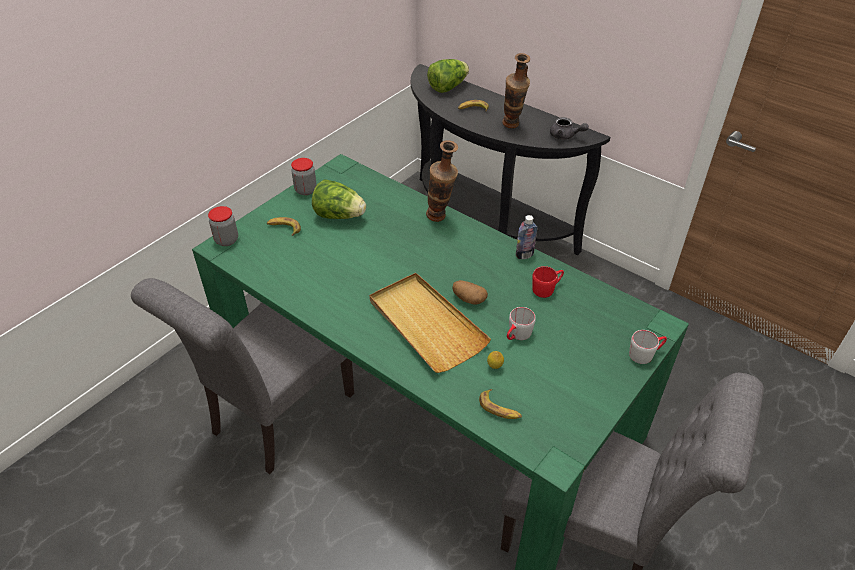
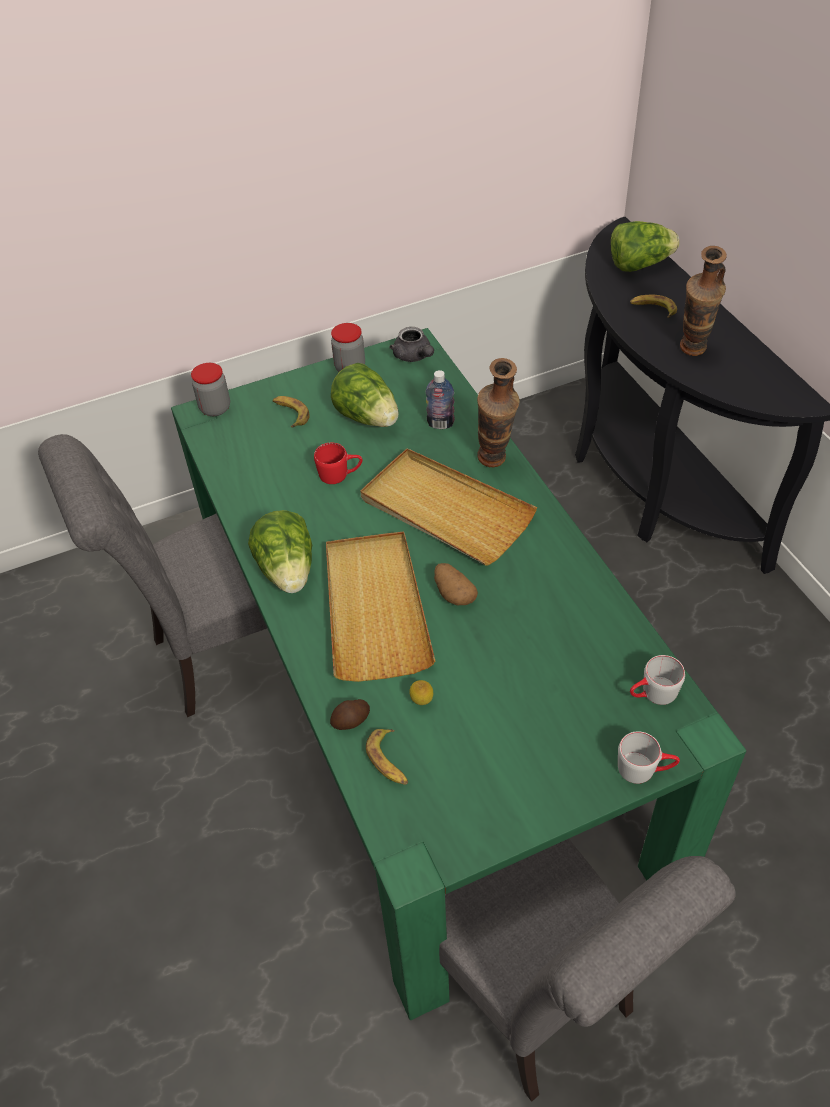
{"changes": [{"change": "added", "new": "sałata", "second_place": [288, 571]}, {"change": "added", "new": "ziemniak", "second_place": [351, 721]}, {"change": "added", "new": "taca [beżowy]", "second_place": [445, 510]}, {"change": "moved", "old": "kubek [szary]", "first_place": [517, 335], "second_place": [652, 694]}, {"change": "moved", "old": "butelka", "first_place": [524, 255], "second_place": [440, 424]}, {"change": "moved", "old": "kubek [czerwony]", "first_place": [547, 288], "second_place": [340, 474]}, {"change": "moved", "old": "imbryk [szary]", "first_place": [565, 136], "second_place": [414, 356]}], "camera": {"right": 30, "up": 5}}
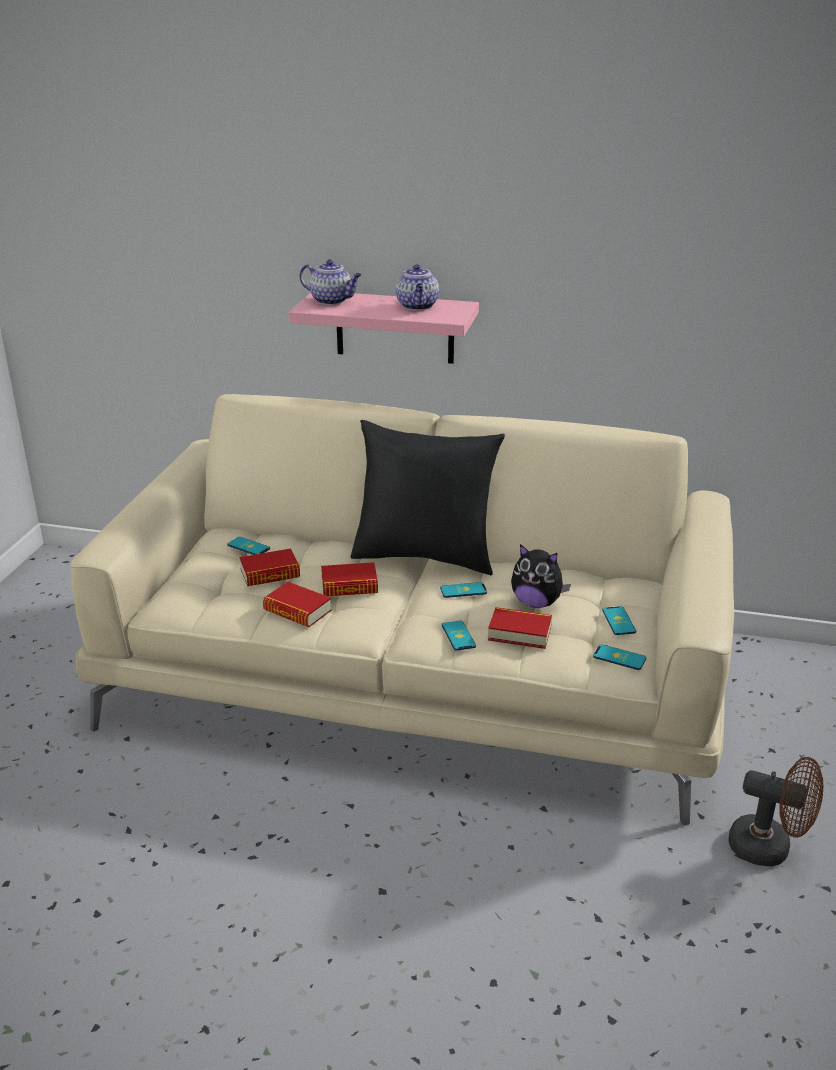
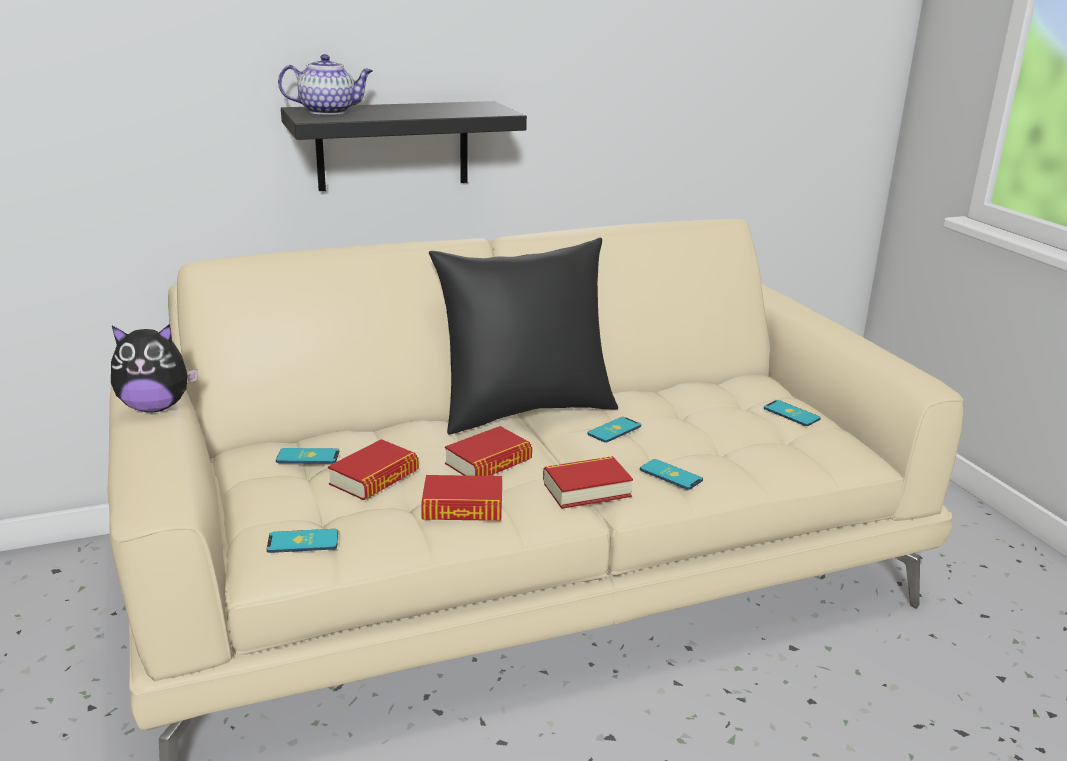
{"changes": [{"change": "removed", "old": "imbryk", "first_place": [418, 306]}, {"change": "removed", "old": "wentylator [brązowy]", "first_place": [769, 848]}, {"change": "moved", "old": "książka", "first_place": [519, 633], "second_place": [586, 489]}, {"change": "moved", "old": "pluszak", "first_place": [536, 603], "second_place": [155, 407]}, {"change": "moved", "old": "telefon", "first_place": [619, 658], "second_place": [303, 542]}, {"change": "recoloured", "old": "półka [różowy]", "new": "półka [czarny]", "first_place": [395, 327], "second_place": [393, 145]}], "camera": {"right": -35, "up": -5}}
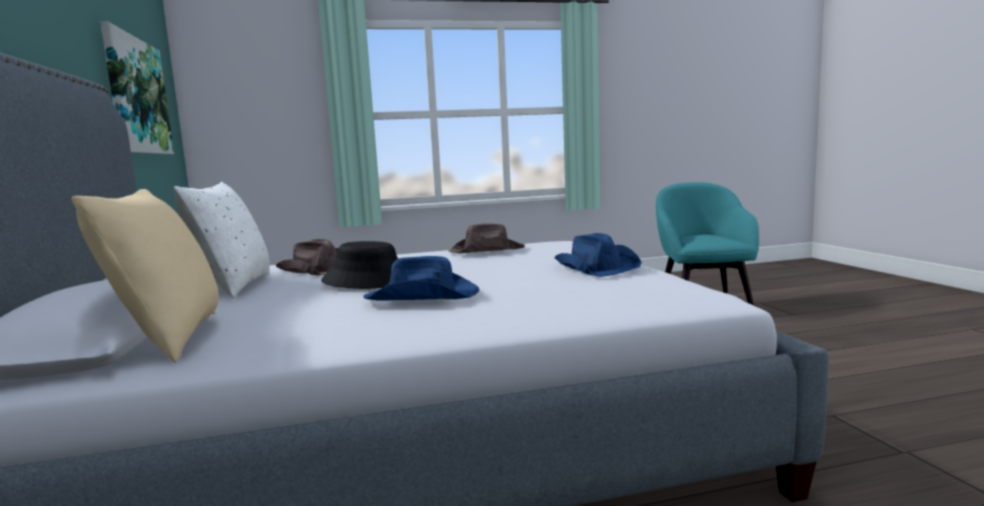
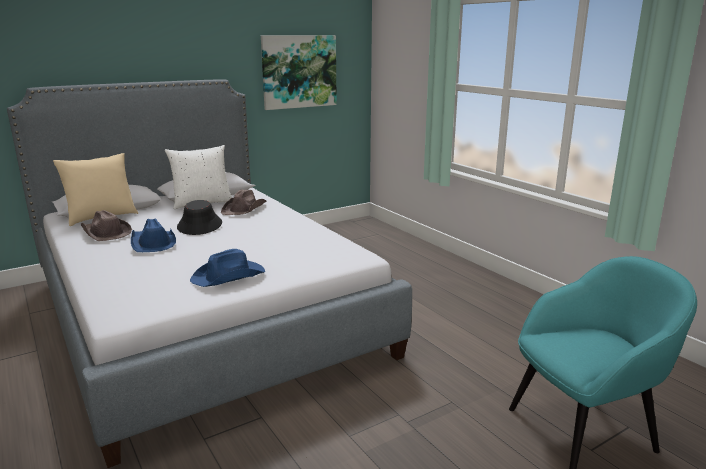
{"changes": [{"change": "moved", "old": "kapelusz [brązowy]", "first_place": [487, 250], "second_place": [106, 233]}], "camera": {"right": 70, "up": 10}}
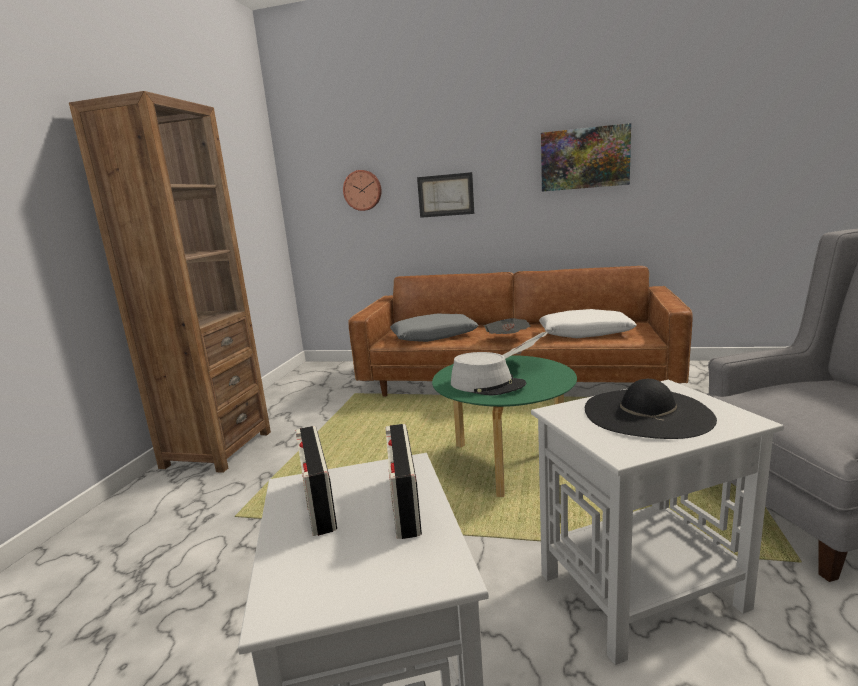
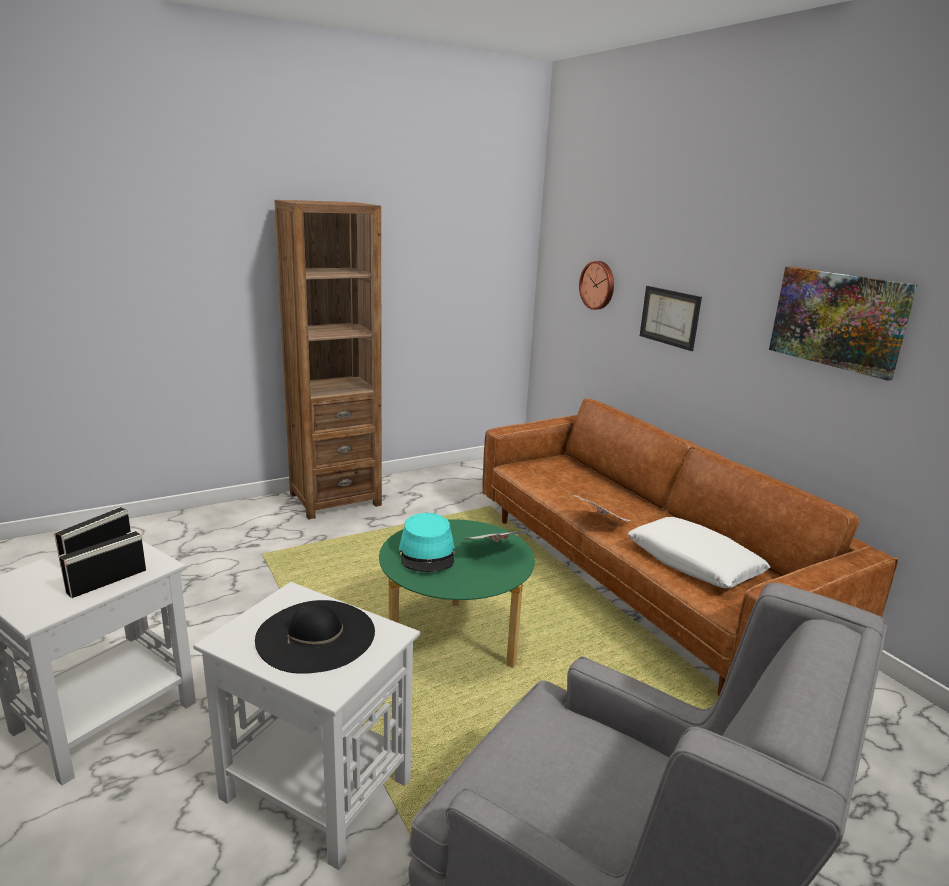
{"changes": [{"change": "removed", "old": "poduszka [szary]", "first_place": [433, 336]}, {"change": "recoloured", "old": "kapelusz [szary]", "new": "kapelusz [turkusowy]", "first_place": [487, 384], "second_place": [427, 553]}], "camera": {"right": 45, "up": 5}}
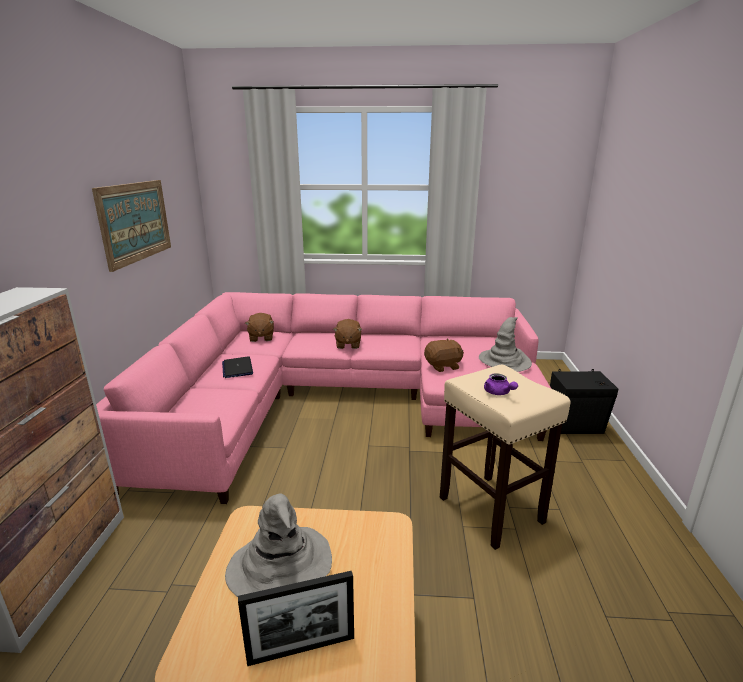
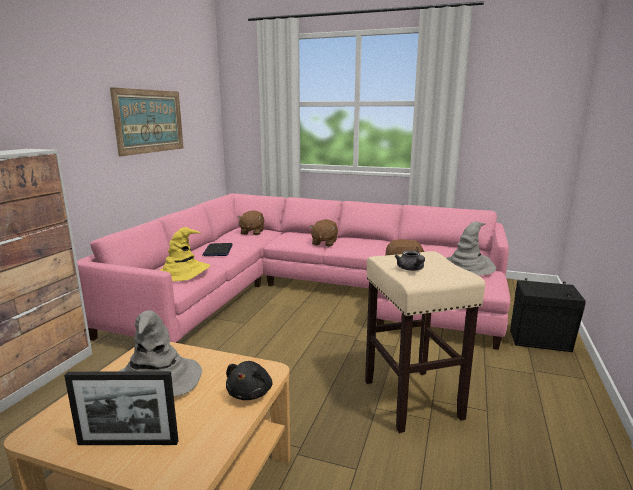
{"changes": [{"change": "added", "new": "kapelusz [żółty]", "second_place": [183, 272]}, {"change": "added", "new": "pluszak [czarny]", "second_place": [250, 393]}, {"change": "recoloured", "old": "imbryk [fioletowy]", "new": "imbryk [szary]", "first_place": [498, 393], "second_place": [411, 269]}], "camera": {"right": 15, "up": -5}}
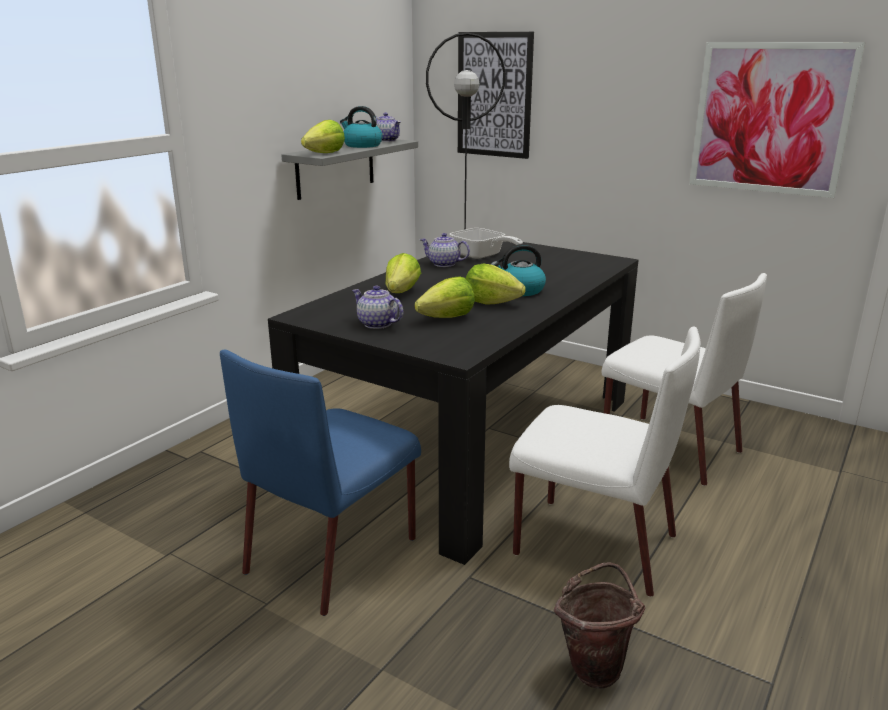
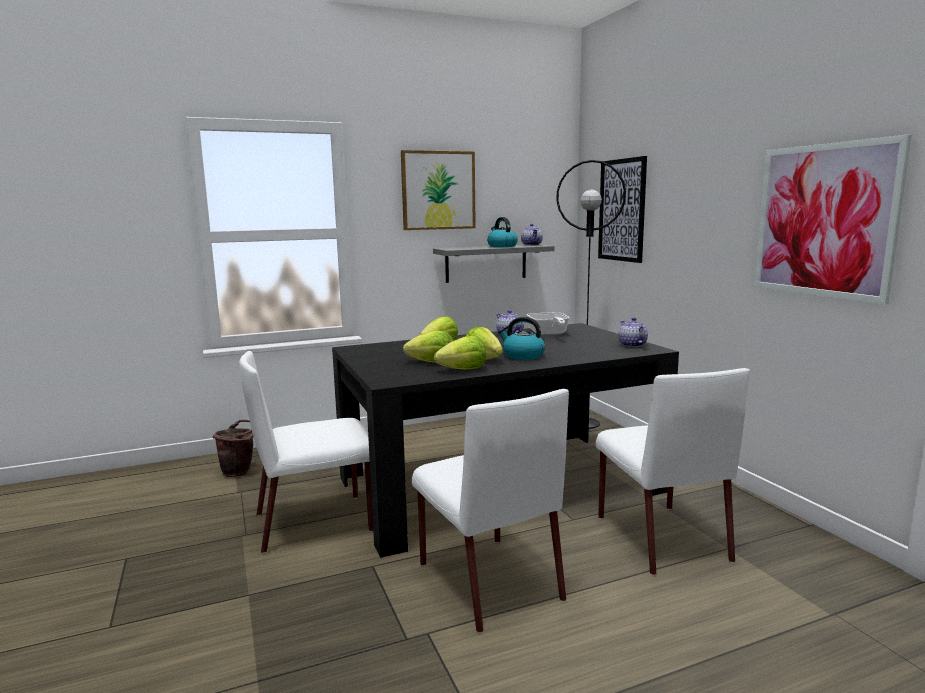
{"changes": [{"change": "added", "new": "obraz", "second_place": [438, 190]}, {"change": "moved", "old": "sałata", "first_place": [325, 153], "second_place": [463, 370]}, {"change": "moved", "old": "imbryk", "first_place": [376, 324], "second_place": [631, 345]}, {"change": "moved", "old": "wiadro [brązowy]", "first_place": [595, 665], "second_place": [240, 472]}, {"change": "recoloured", "old": "krzesło [niebieski]", "new": "krzesło [biały]", "first_place": [334, 553], "second_place": [316, 522]}], "camera": {"right": 35, "up": -10}}
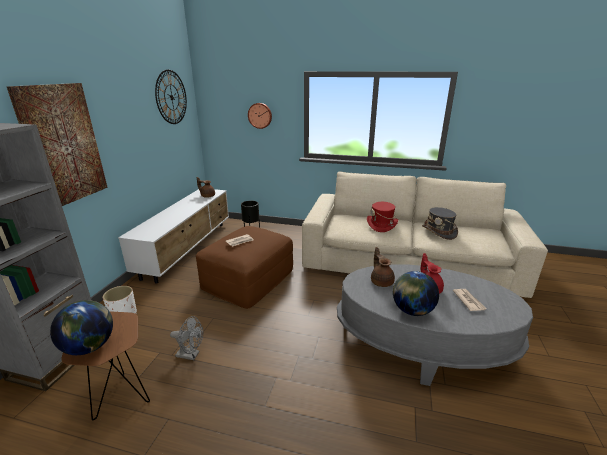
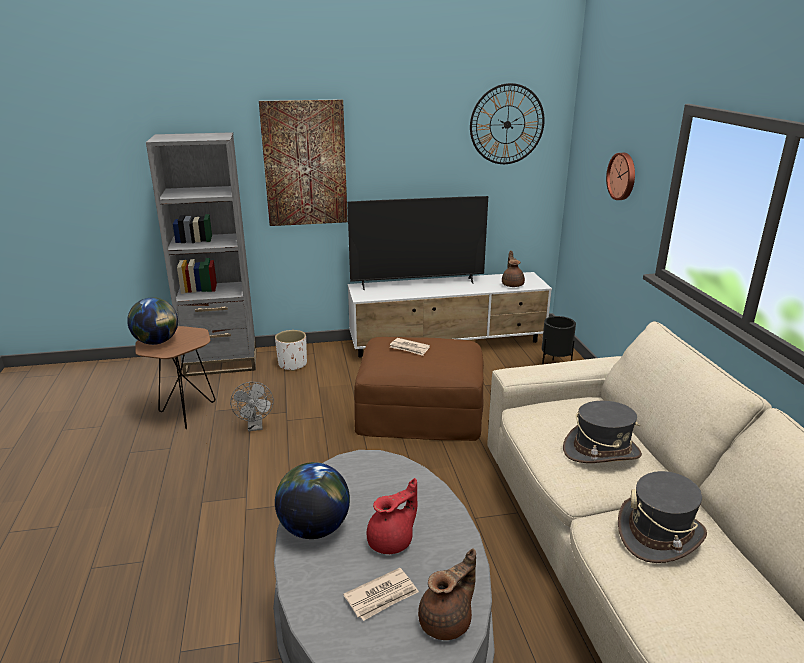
{"changes": [{"change": "added", "new": "telewizor", "second_place": [417, 284]}, {"change": "moved", "old": "imbryk [brązowy]", "first_place": [381, 281], "second_place": [447, 621]}, {"change": "recoloured", "old": "kapelusz [czerwony]", "new": "kapelusz [szary]", "first_place": [381, 225], "second_place": [601, 451]}], "camera": {"right": 65, "up": 0}}
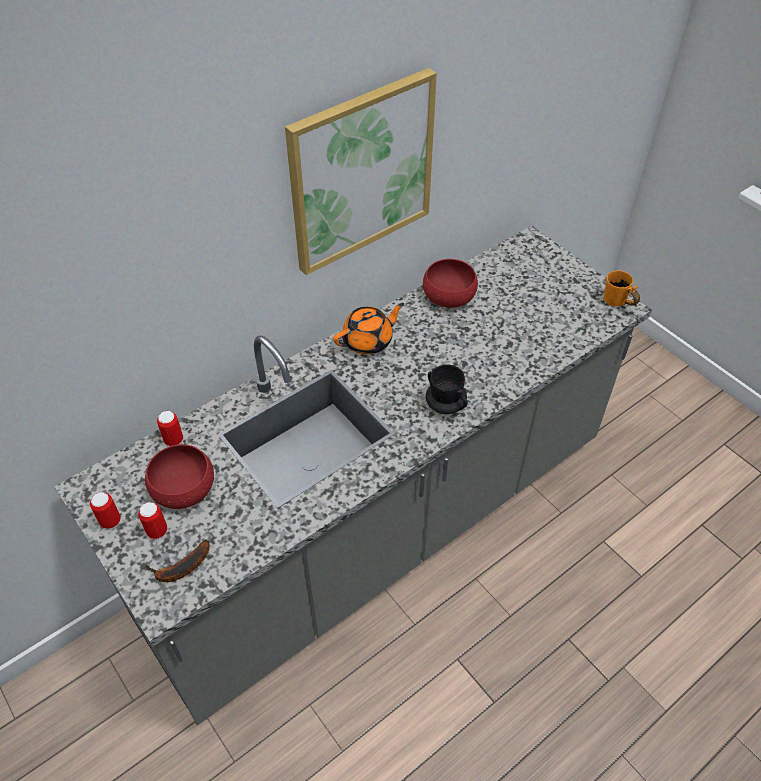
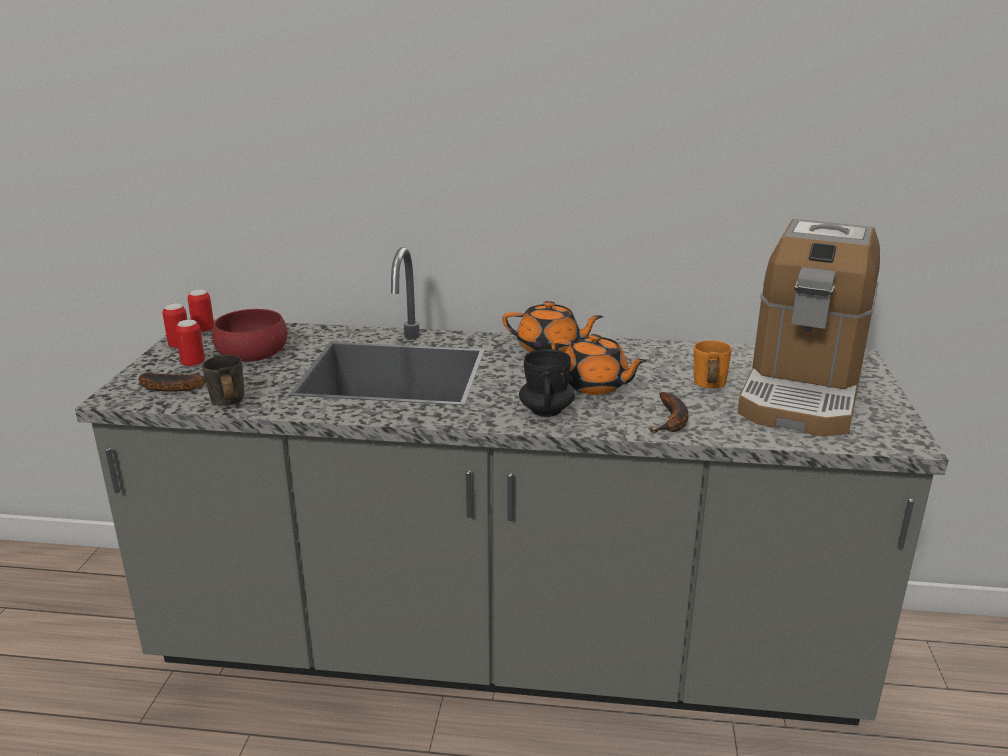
{"changes": [{"change": "removed", "old": "obraz", "first_place": [361, 172]}, {"change": "removed", "old": "miska [czerwony]", "first_place": [449, 295]}, {"change": "added", "new": "kubek [szary]", "second_place": [224, 405]}, {"change": "added", "new": "imbryk [pomarańczowy]", "second_place": [594, 385]}, {"change": "added", "new": "banan", "second_place": [672, 421]}, {"change": "added", "new": "ekspres do kawy", "second_place": [802, 390]}, {"change": "moved", "old": "puszka", "first_place": [173, 440], "second_place": [203, 330]}, {"change": "moved", "old": "kubek [pomarańczowy]", "first_place": [616, 304], "second_place": [705, 387]}], "camera": {"right": 45, "up": -25}}
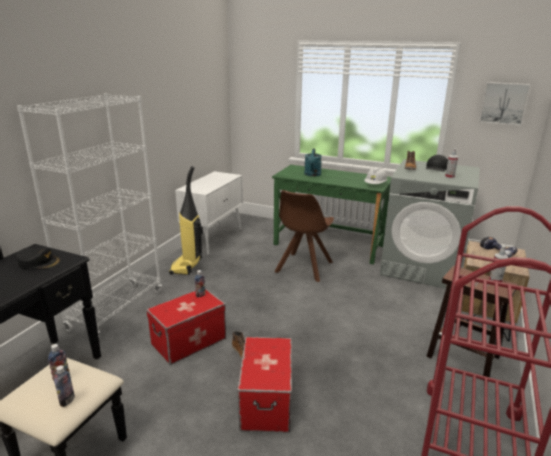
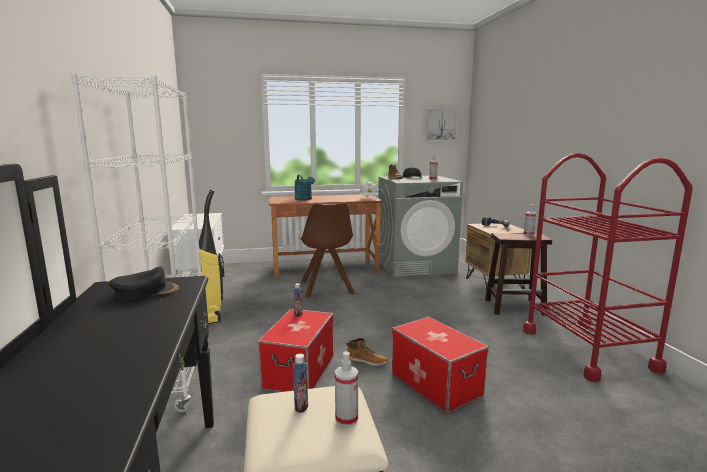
{"changes": [{"change": "replaced", "old": "butelka", "new": "spryskiwacz", "first_place": [67, 401], "second_place": [346, 419]}, {"change": "recoloured", "old": "biurko [zielony]", "new": "biurko [brązowy]", "first_place": [328, 245], "second_place": [325, 269]}], "camera": {"right": -35, "up": -10}}
